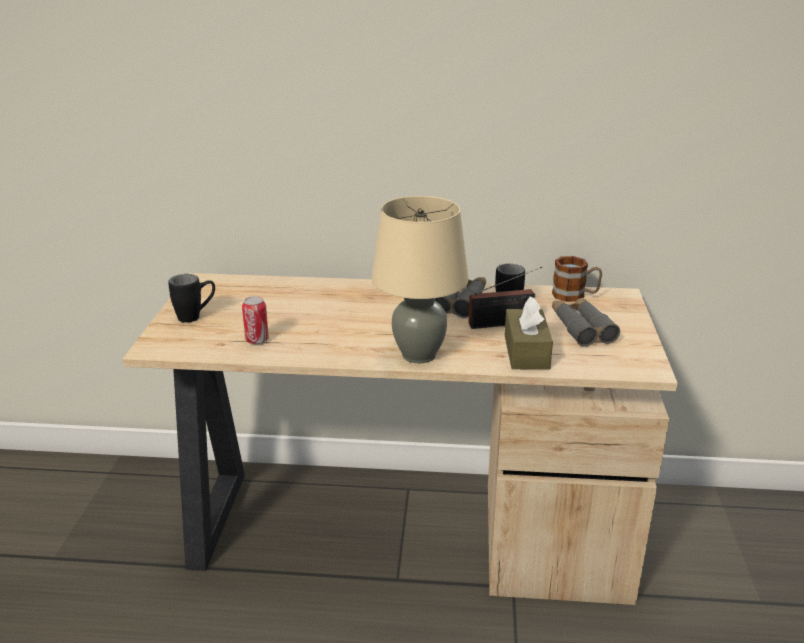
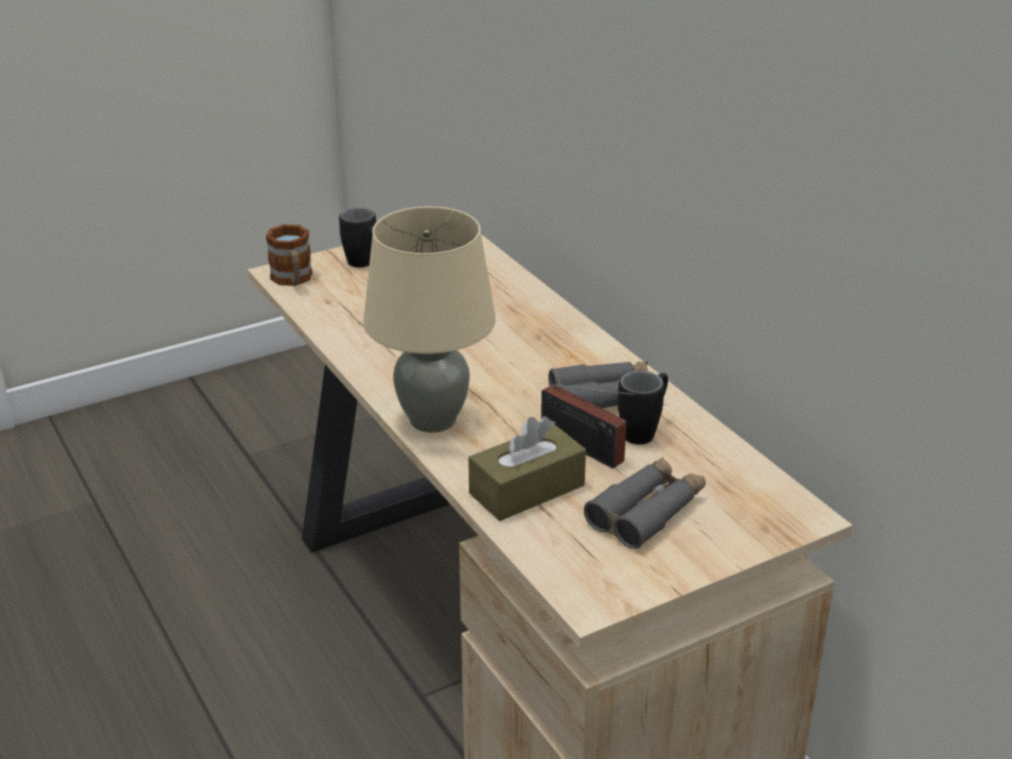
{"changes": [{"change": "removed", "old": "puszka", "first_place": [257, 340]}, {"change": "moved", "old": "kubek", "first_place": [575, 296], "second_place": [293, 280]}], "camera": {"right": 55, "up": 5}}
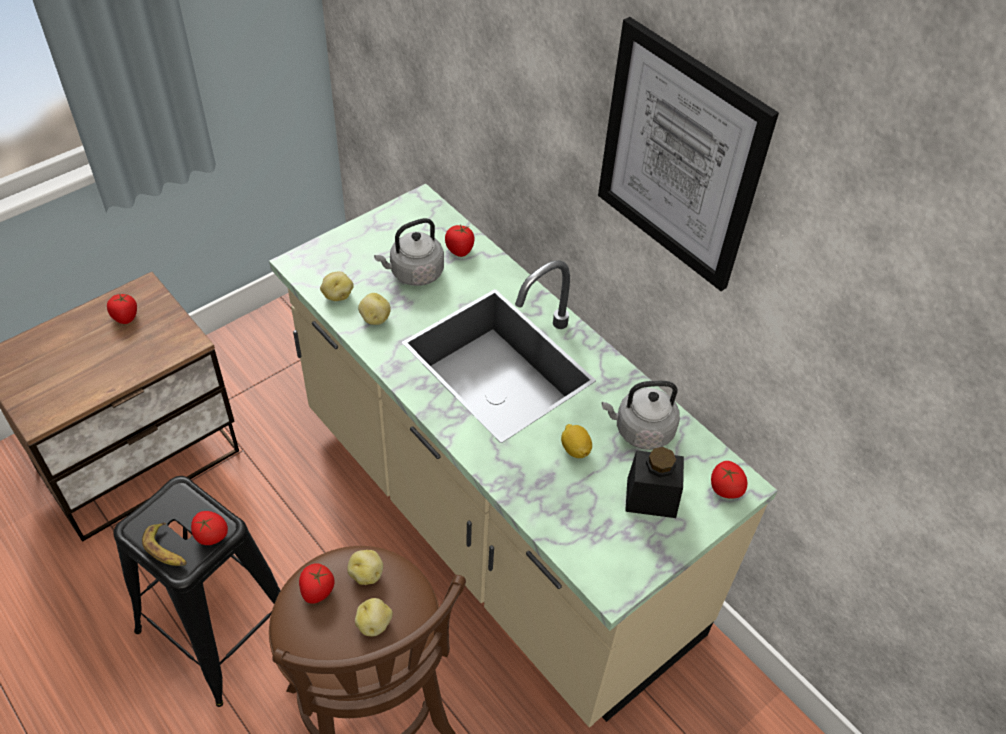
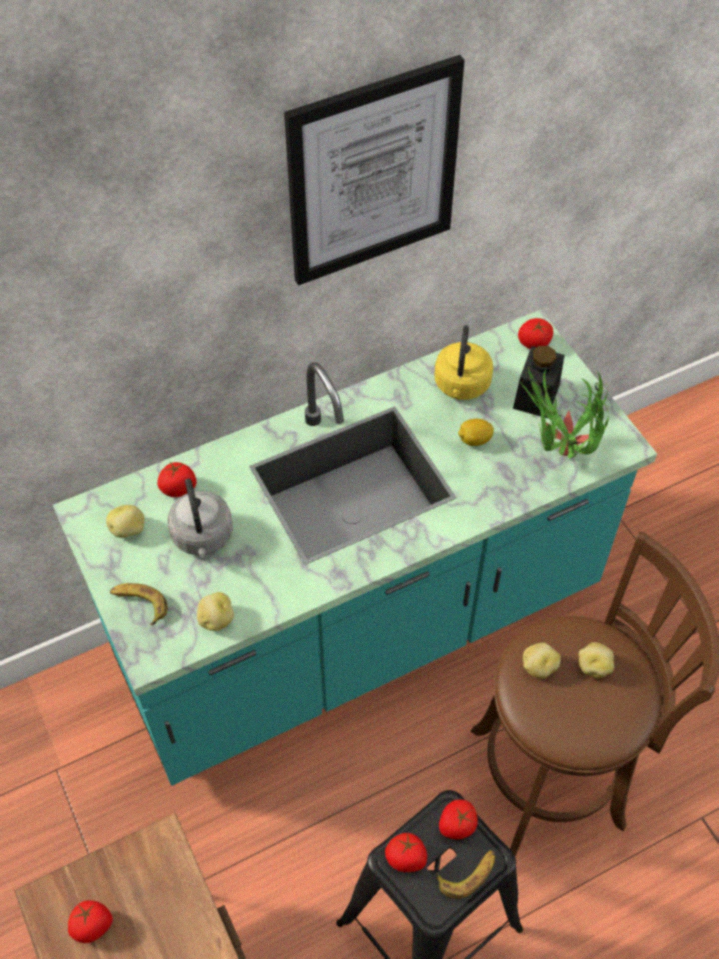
{"changes": [{"change": "added", "new": "banan", "second_place": [139, 604]}, {"change": "added", "new": "roślina doniczkowa", "second_place": [558, 457]}, {"change": "moved", "old": "pomidor", "first_place": [317, 591], "second_place": [406, 858]}, {"change": "moved", "old": "ziemniak", "first_place": [374, 318], "second_place": [128, 530]}, {"change": "recoloured", "old": "zabudowa kuchenna [beżowy]", "new": "zabudowa kuchenna [turkusowy]", "first_place": [493, 525], "second_place": [359, 629]}, {"change": "recoloured", "old": "czajnik [szary]", "new": "czajnik [żółty]", "first_place": [640, 430], "second_place": [461, 386]}], "camera": {"right": -75, "up": 5}}
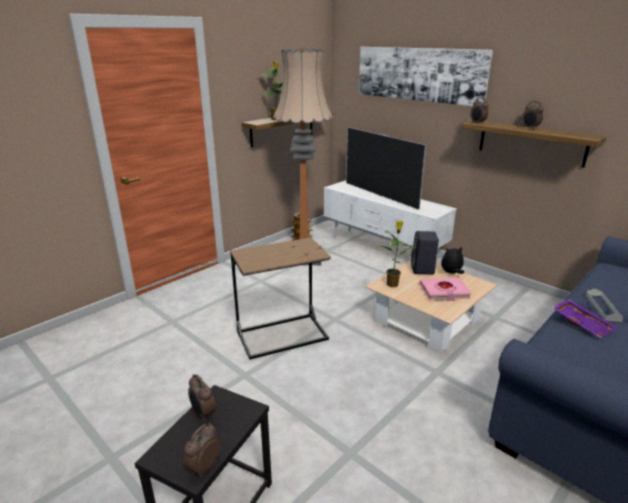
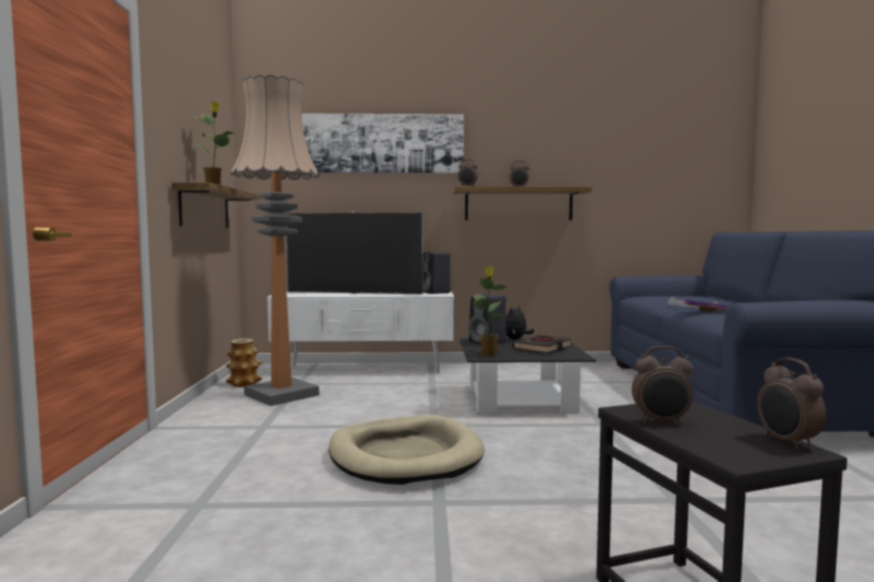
{"changes": [{"change": "added", "new": "głośnik [czarny]", "second_place": [436, 292]}, {"change": "replaced", "old": "stolik [brązowy]", "new": "legowisko [beżowy]", "first_place": [282, 335], "second_place": [405, 456]}, {"change": "recoloured", "old": "ława [beżowy]", "new": "ława [czarny]", "first_place": [426, 321], "second_place": [520, 399]}, {"change": "recoloured", "old": "książka [różowy]", "new": "książka [czarny]", "first_place": [444, 292], "second_place": [542, 348]}], "camera": {"right": -45, "up": -20}}
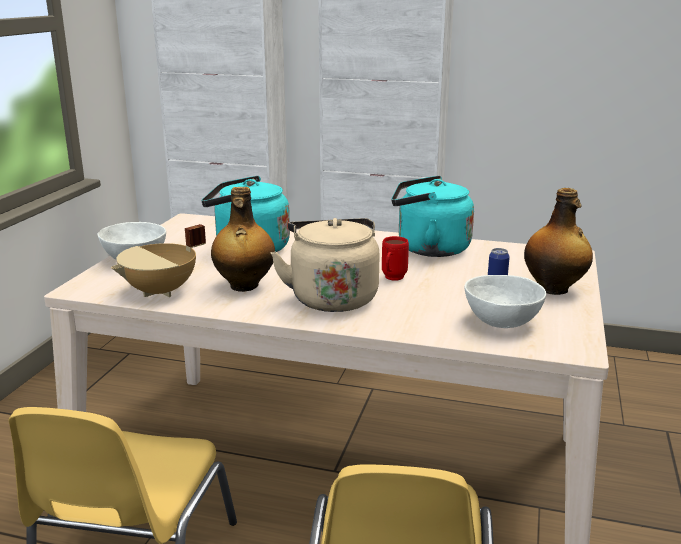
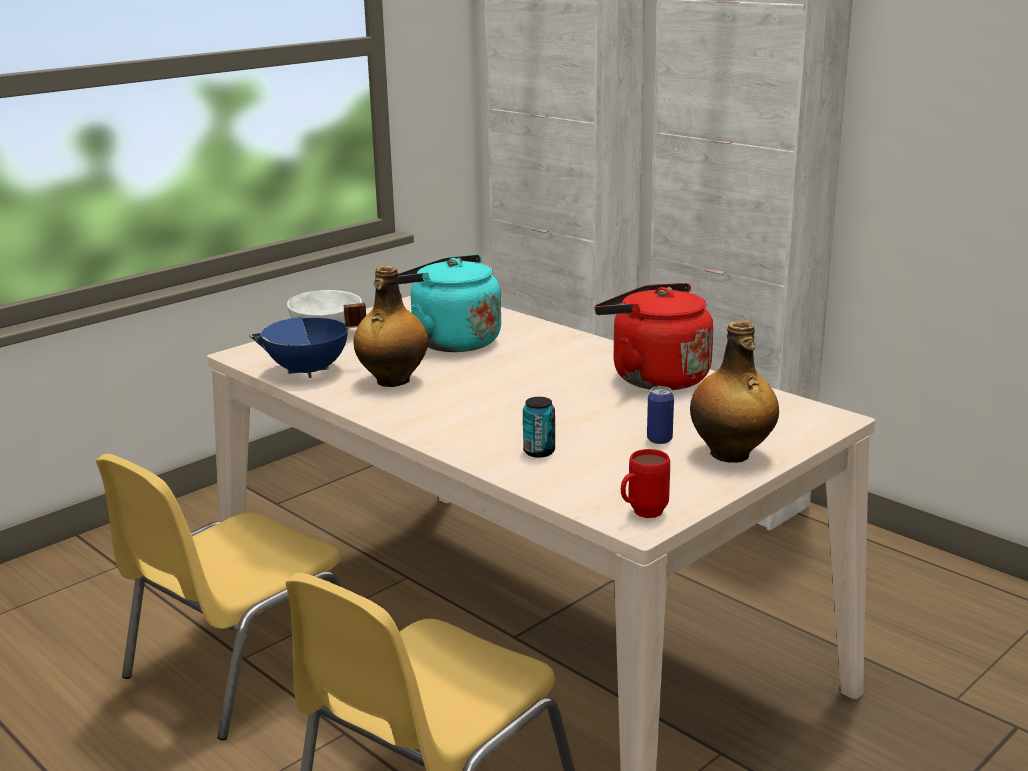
{"changes": [{"change": "removed", "old": "czajnik [beżowy]", "first_place": [332, 297]}, {"change": "removed", "old": "miska [biały]", "first_place": [500, 322]}, {"change": "added", "new": "puszka", "second_place": [539, 452]}, {"change": "moved", "old": "kubek [czerwony]", "first_place": [392, 279], "second_place": [641, 514]}, {"change": "recoloured", "old": "garnek [beżowy]", "new": "garnek [niebieski]", "first_place": [161, 292], "second_place": [309, 371]}, {"change": "recoloured", "old": "czajnik [turkusowy]", "new": "czajnik [czerwony]", "first_place": [428, 249], "second_place": [654, 377]}], "camera": {"right": 30, "up": 0}}
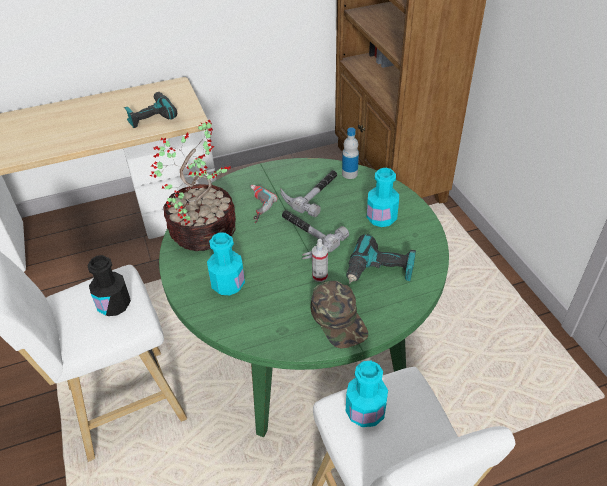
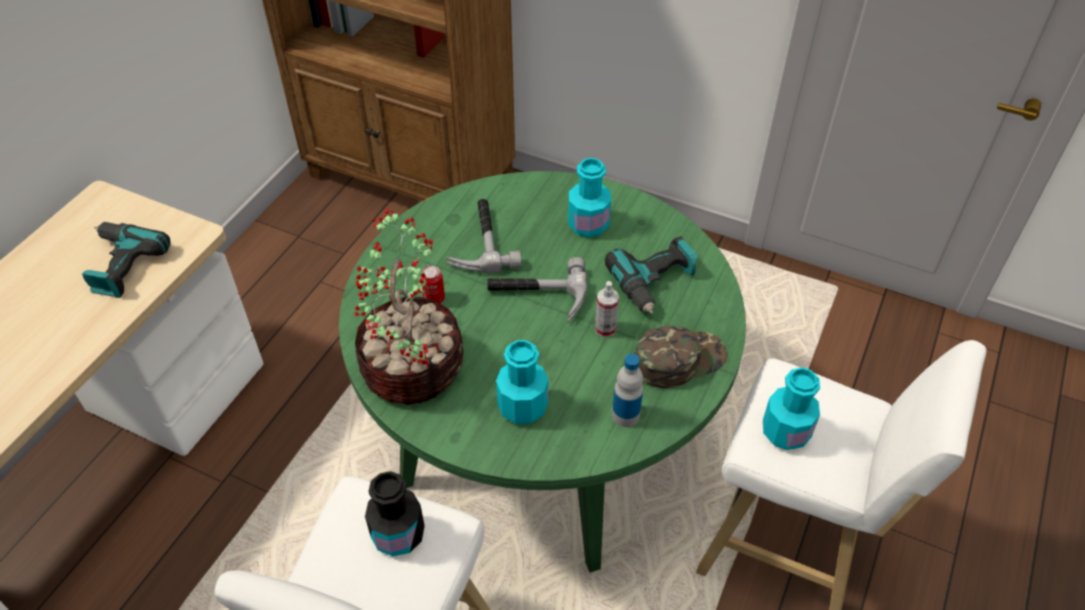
{"changes": [{"change": "moved", "old": "butelka", "first_place": [349, 174], "second_place": [625, 415]}, {"change": "replaced", "old": "wiertarka", "new": "puszka", "first_place": [254, 206], "second_place": [434, 298]}, {"change": "turned", "old": "czapka z daszkiem [zielony]", "first_place": [339, 319], "second_place": [678, 359], "degrees": -45}], "camera": {"right": -45, "up": 5}}
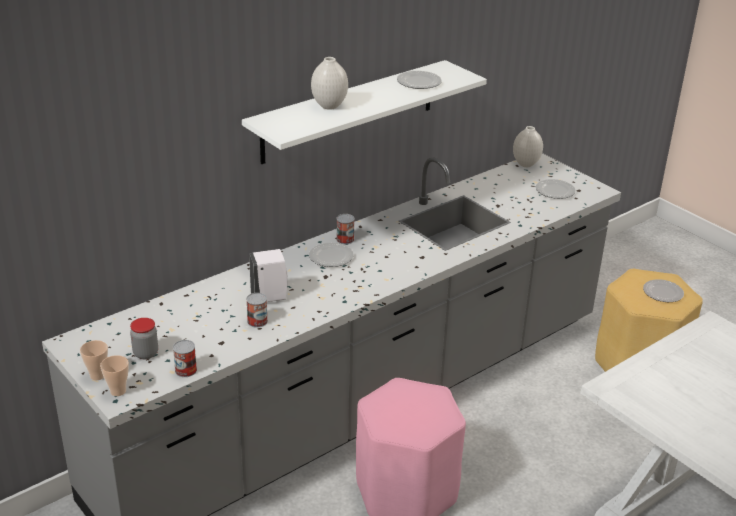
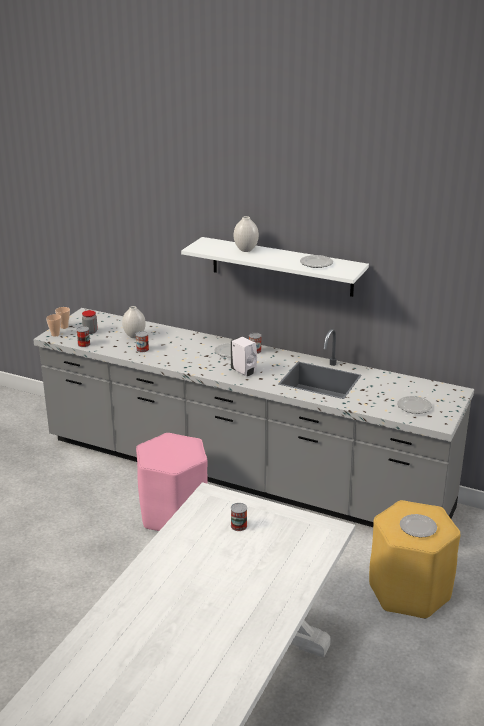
{"changes": [{"change": "added", "new": "puszka", "second_place": [239, 526]}, {"change": "moved", "old": "dozownik mydła [biały]", "first_place": [270, 298], "second_place": [244, 372]}, {"change": "moved", "old": "wazon [biały]", "first_place": [526, 164], "second_place": [134, 336]}], "camera": {"right": 65, "up": -5}}
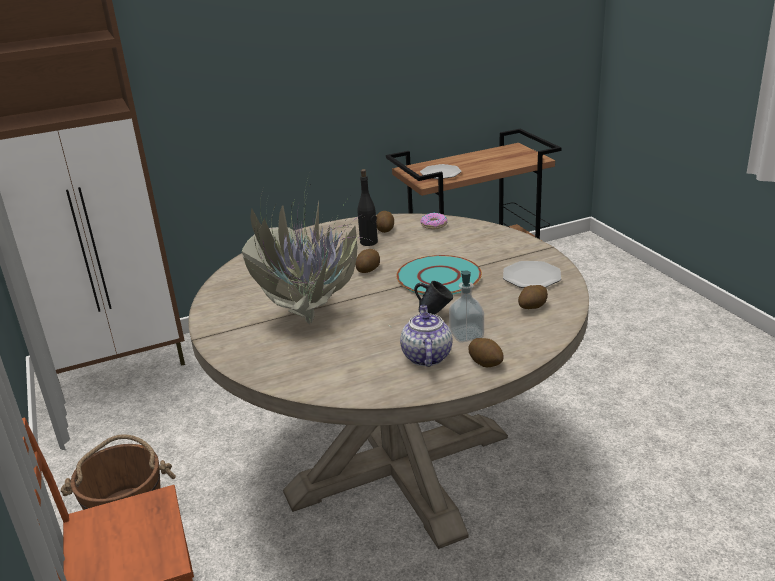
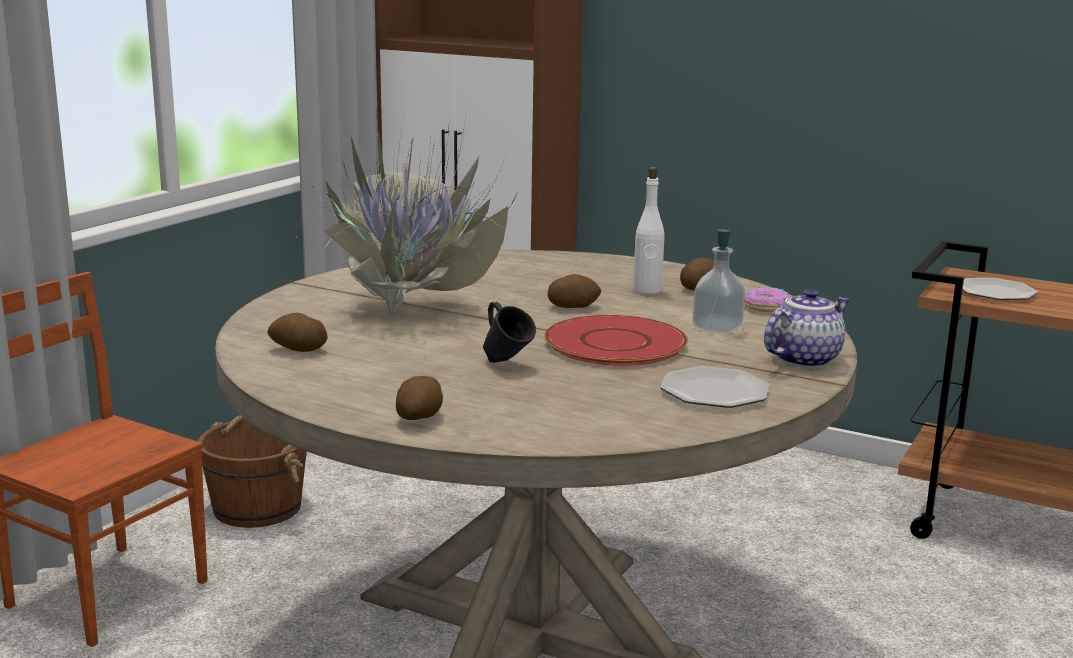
{"changes": [{"change": "moved", "old": "imbryk", "first_place": [426, 356], "second_place": [804, 359]}, {"change": "moved", "old": "dozownik mydła", "first_place": [466, 335], "second_place": [717, 327]}, {"change": "moved", "old": "ziemniak", "first_place": [532, 307], "second_place": [298, 349]}, {"change": "recoloured", "old": "butelka [czarny]", "new": "butelka [biały]", "first_place": [369, 242], "second_place": [647, 290]}, {"change": "recoloured", "old": "talerz [turkusowy]", "new": "talerz [czerwony]", "first_place": [438, 277], "second_place": [614, 343]}], "camera": {"right": 50, "up": -10}}
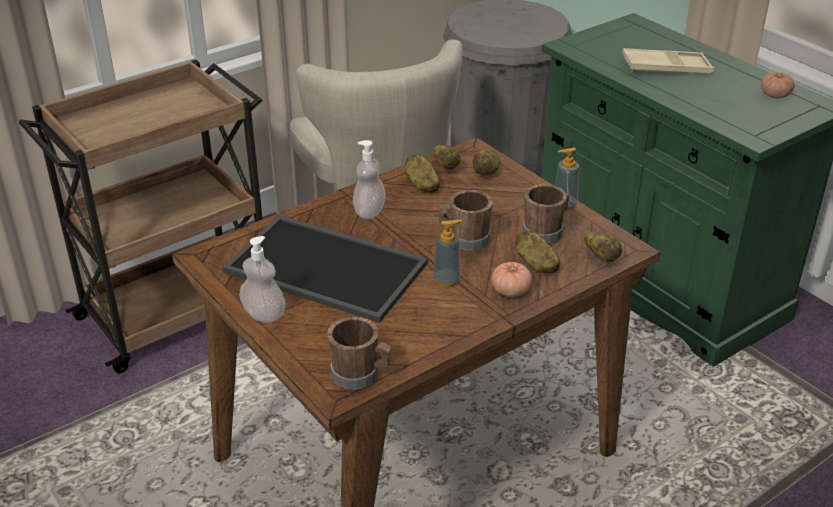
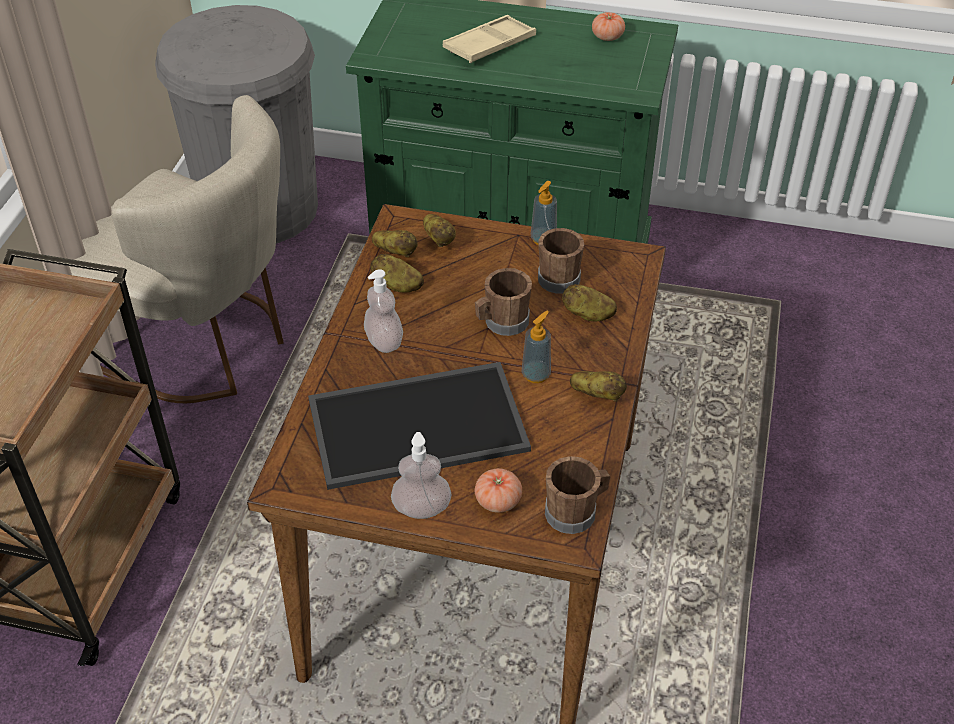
{"changes": [{"change": "moved", "old": "pomidor", "first_place": [510, 290], "second_place": [498, 501]}, {"change": "moved", "old": "ziemniak", "first_place": [601, 257], "second_place": [597, 394]}], "camera": {"right": -40, "up": 10}}
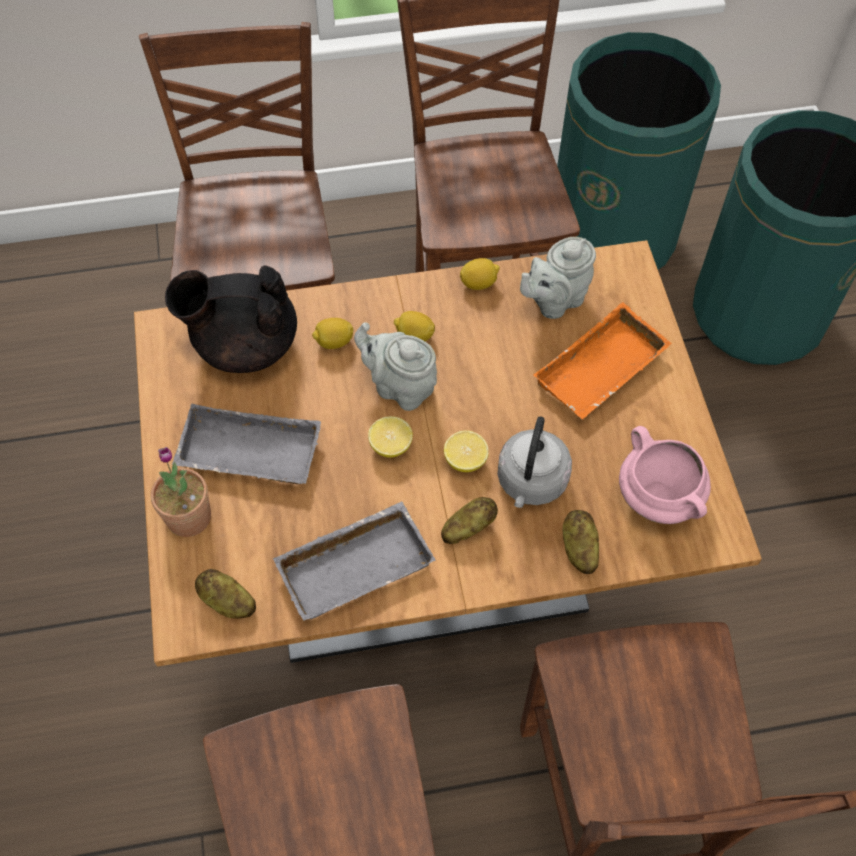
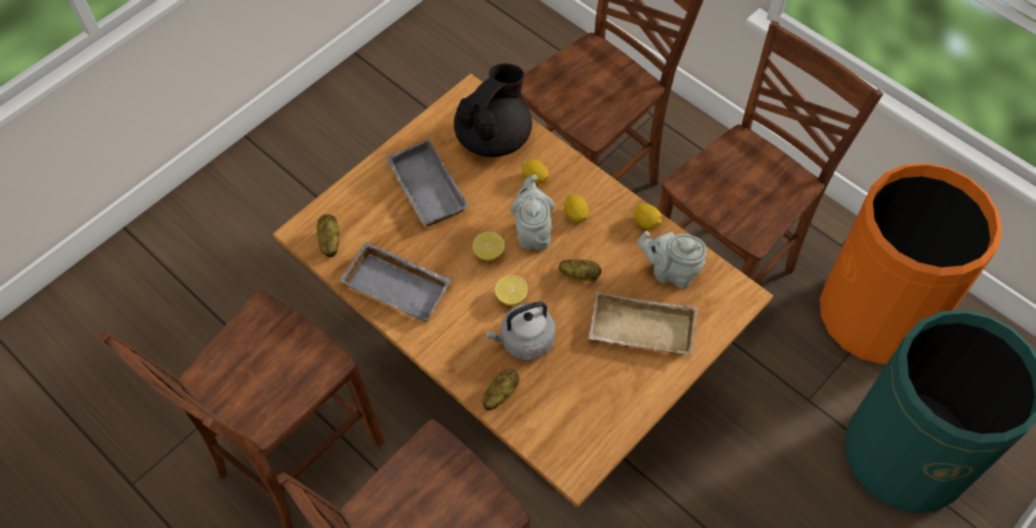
{"changes": [{"change": "removed", "old": "roślina doniczkowa", "first_place": [188, 517]}, {"change": "removed", "old": "garnek [różowy]", "first_place": [660, 497]}, {"change": "moved", "old": "ziemniak", "first_place": [468, 527], "second_place": [580, 274]}, {"change": "recoloured", "old": "taca [pomarańczowy]", "new": "taca [beżowy]", "first_place": [602, 372], "second_place": [640, 331]}, {"change": "recoloured", "old": "kosz na śmieci [zielony]", "new": "kosz na śmieci [pomarańczowy]", "first_place": [611, 236], "second_place": [876, 315]}, {"change": "turned", "old": "imbryk [czarny]", "first_place": [244, 344], "second_place": [494, 137], "degrees": 75}], "camera": {"right": 55, "up": 0}}
